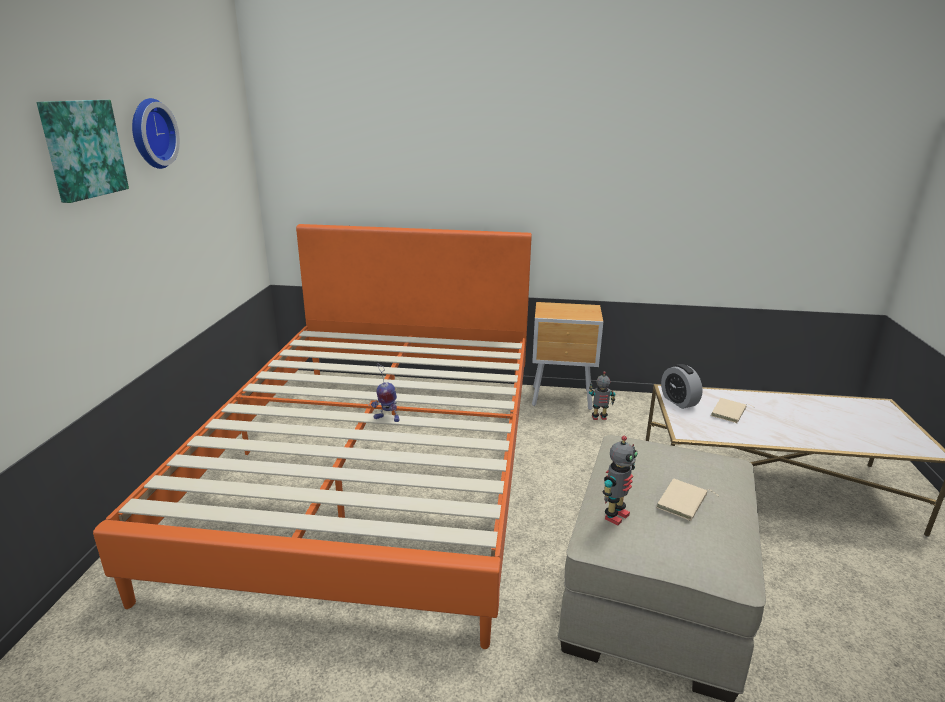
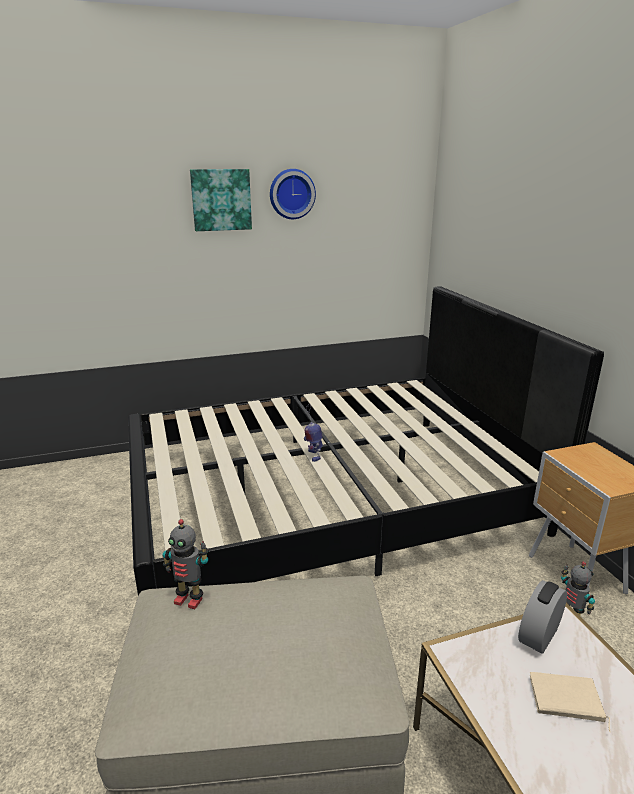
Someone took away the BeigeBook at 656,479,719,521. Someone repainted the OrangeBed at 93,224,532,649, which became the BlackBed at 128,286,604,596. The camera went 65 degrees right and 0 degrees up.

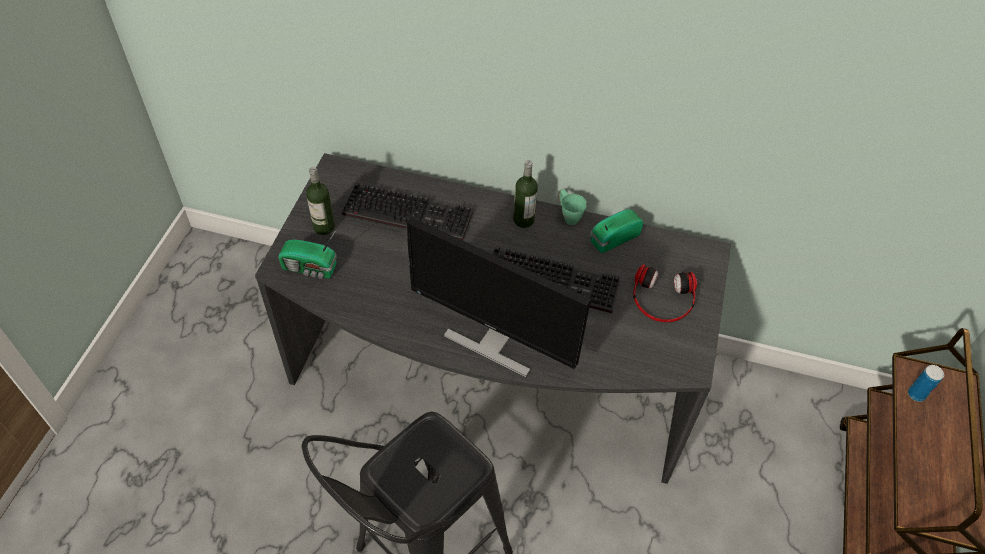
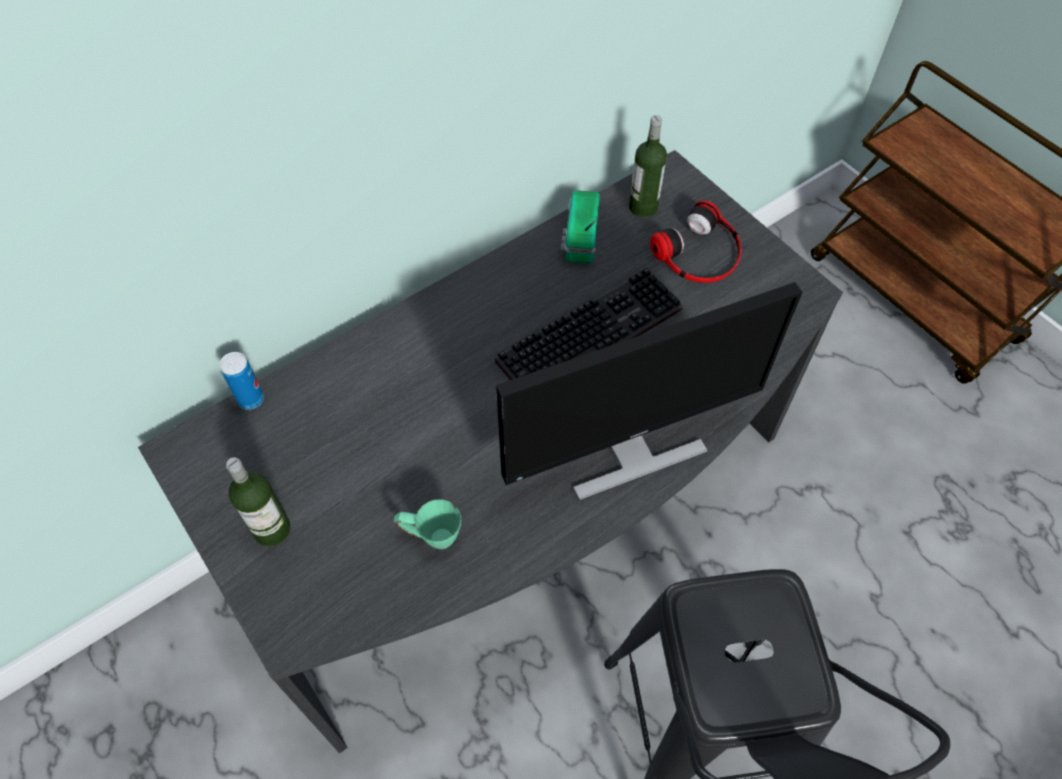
Someone took away the Radio at 278,232,337,279. Someone took away the Keyboard at 342,183,473,240. Someone carried the Bottle from 513,160,538,228 to 629,115,667,218. Someone carried the GreenMug from 558,189,587,225 to 394,499,461,549. Someone carried the Can from 908,365,944,402 to 219,352,264,410. The camera went 50 degrees left and 5 degrees up.

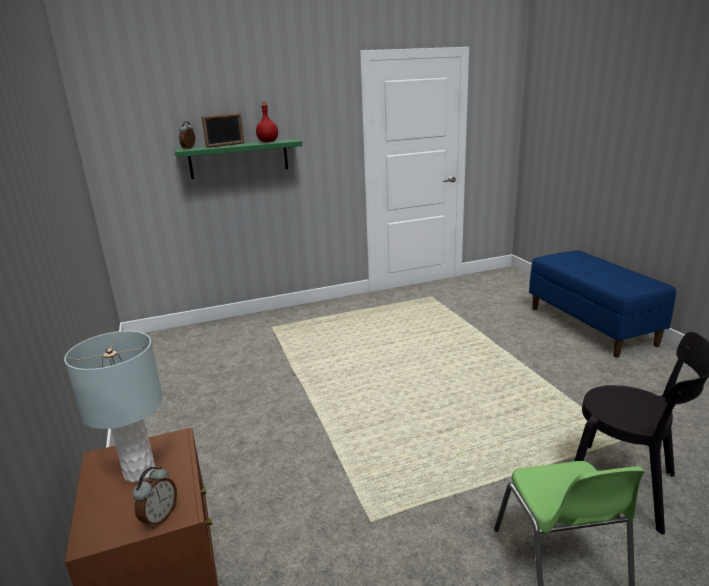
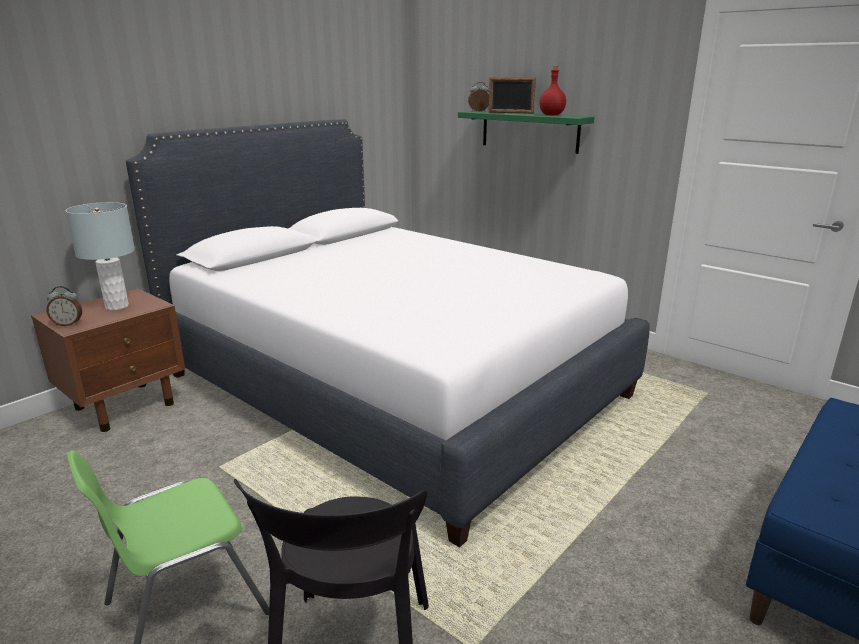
Someone put down the WhiteBed at 126,119,650,548. The camera went 60 degrees right and 0 degrees up.

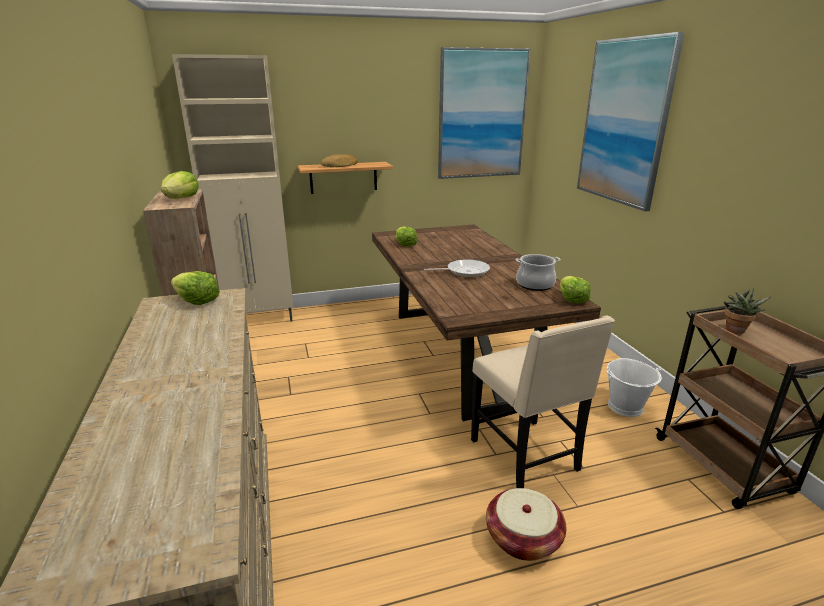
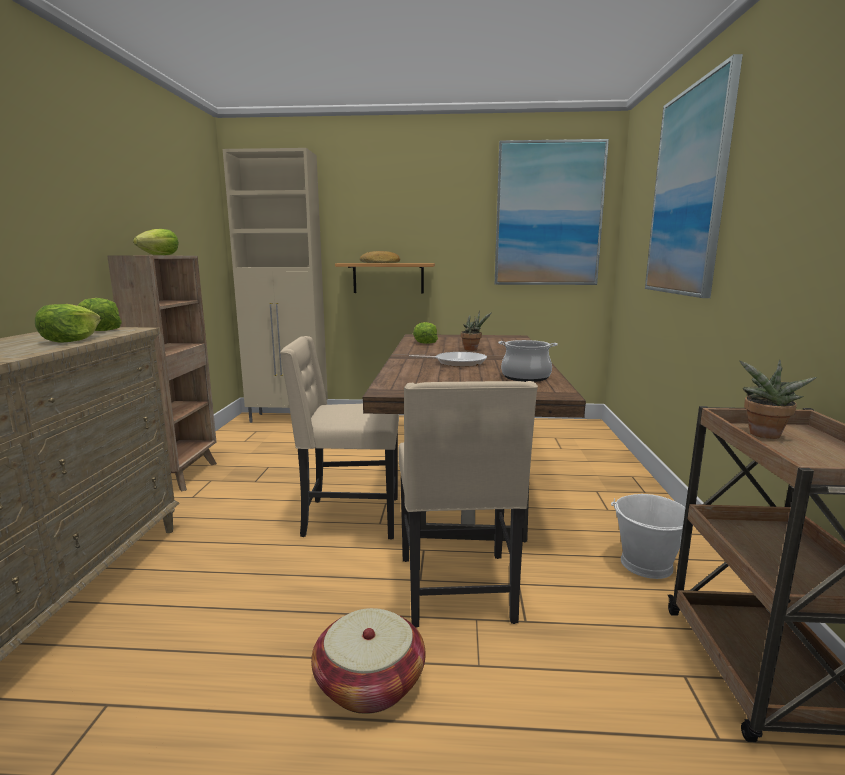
Someone put down the BeigeChair at 280,336,399,540. Someone put down the PottedPlant at 461,310,492,351. Someone carried the Lettuce from 560,276,591,303 to 35,304,101,343. The camera went 20 degrees right and 10 degrees down.

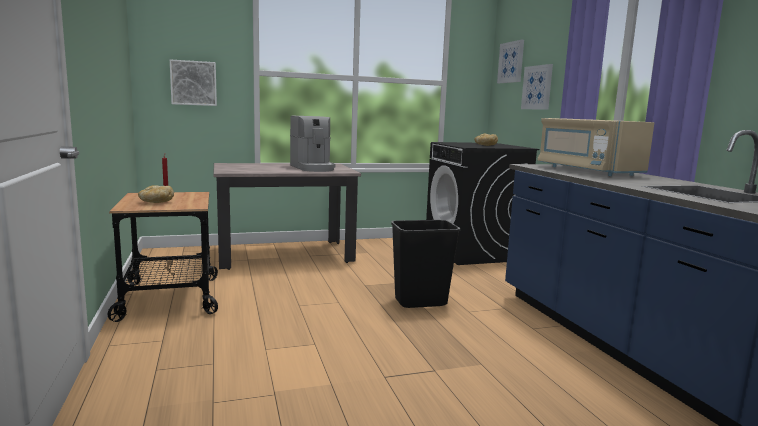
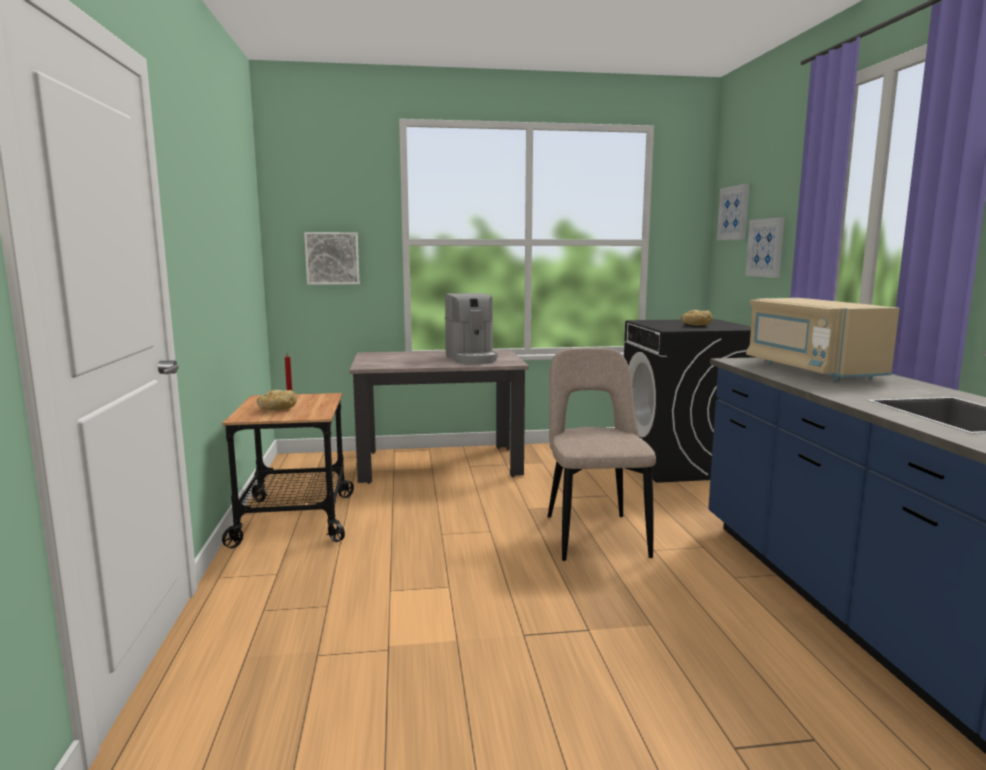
Someone swapped the BlackTrashCan at 391,220,460,308 for the BeigeChair at 548,348,656,561. The camera went 10 degrees right and 0 degrees up.

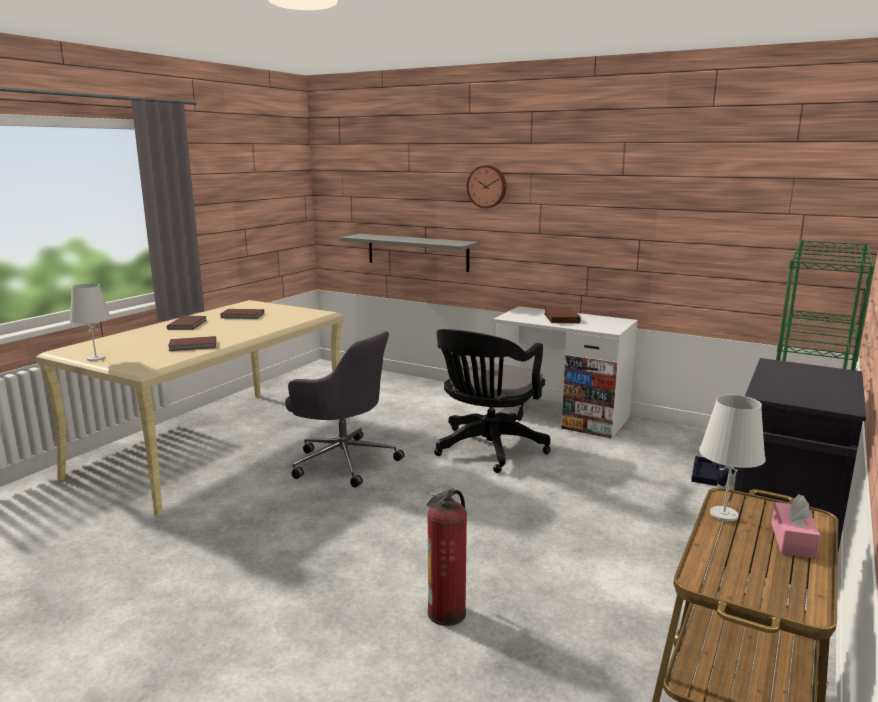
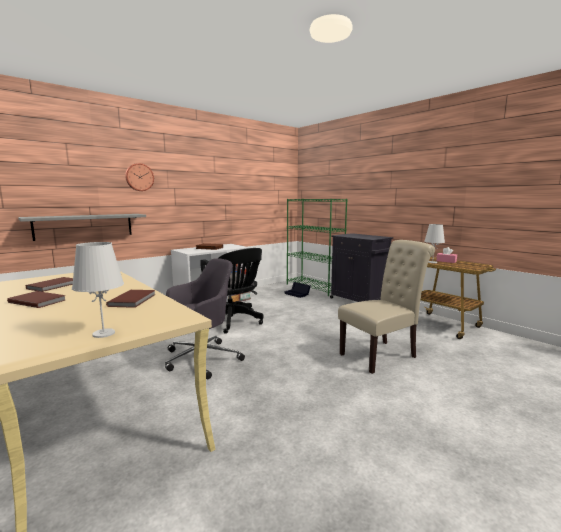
Someone swapped the FireExtinguisher at 426,485,467,626 for the BeigeChair at 338,240,435,374. The camera went 70 degrees left and 5 degrees down.

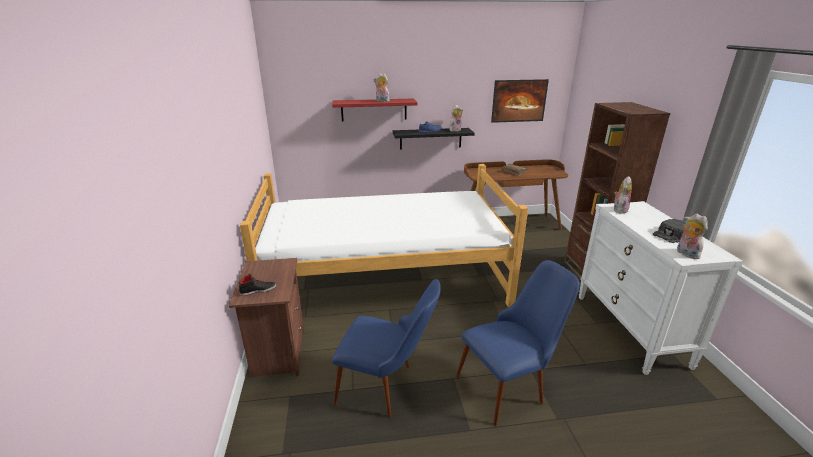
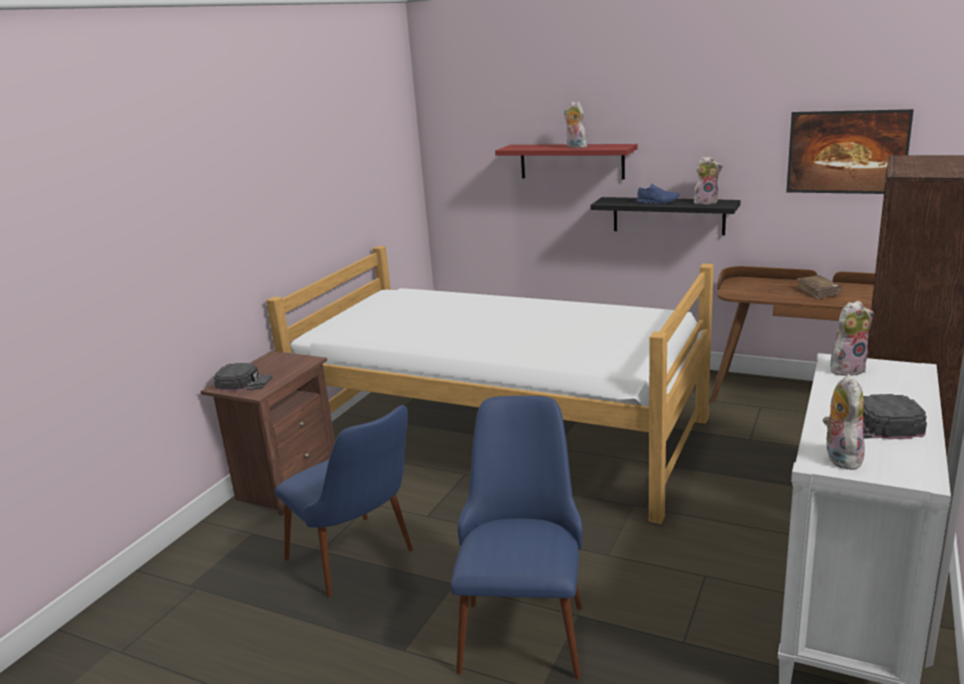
Someone swapped the BlackShoe at 239,273,276,296 for the BlackCap at 214,363,272,391. Someone rotated the BlueChair at 456,260,580,426 by 90 degrees counterclockwise. The camera went 35 degrees right and 5 degrees down.

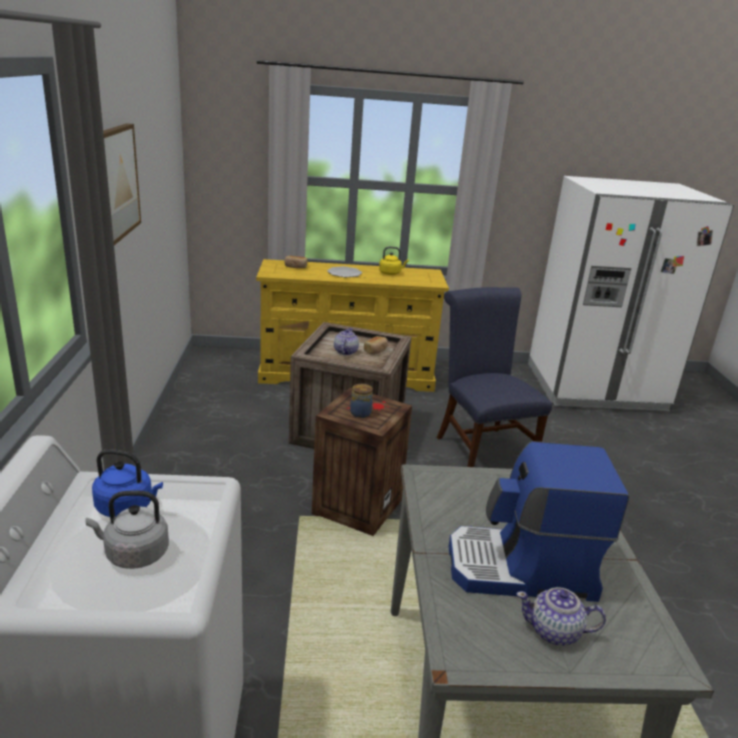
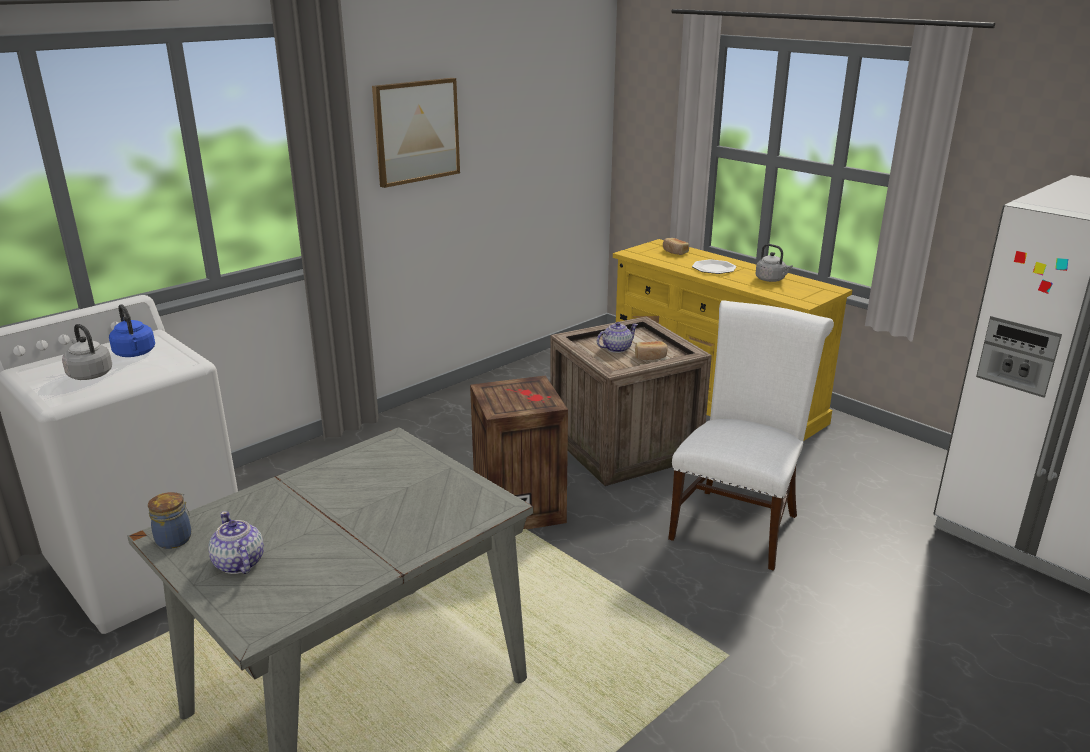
Someone took away the CoffeeMachine at 448,441,629,602. Someone carried the Jar from 350,384,373,418 to 148,492,191,549. Someone repainted the YellowKettle at 379,247,409,275, which became the GreyKettle at 756,244,793,282. Someone repainted the BlueChair at 437,287,552,467, which became the WhiteChair at 668,300,834,571. The camera went 50 degrees right and 0 degrees up.

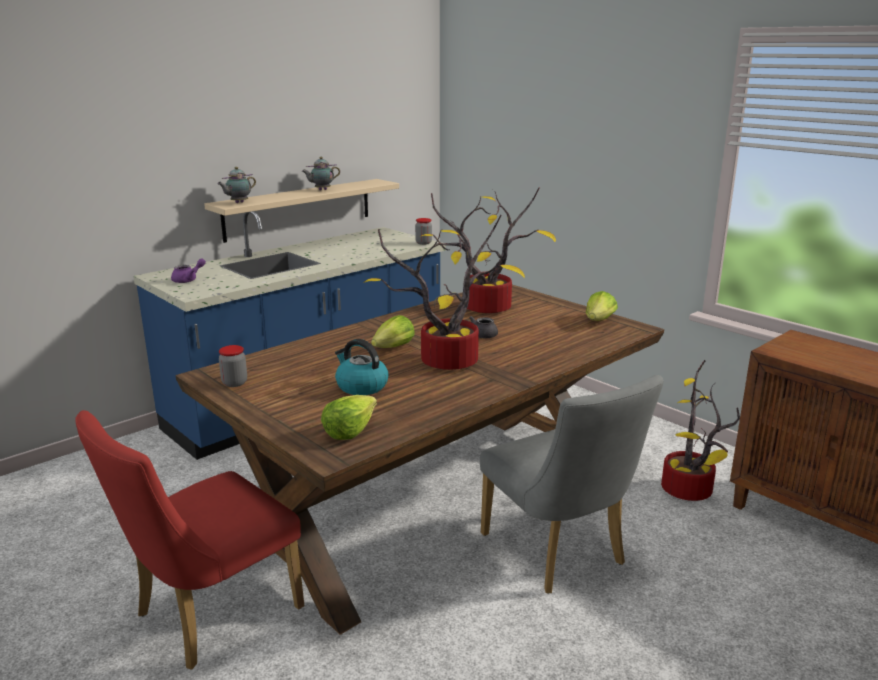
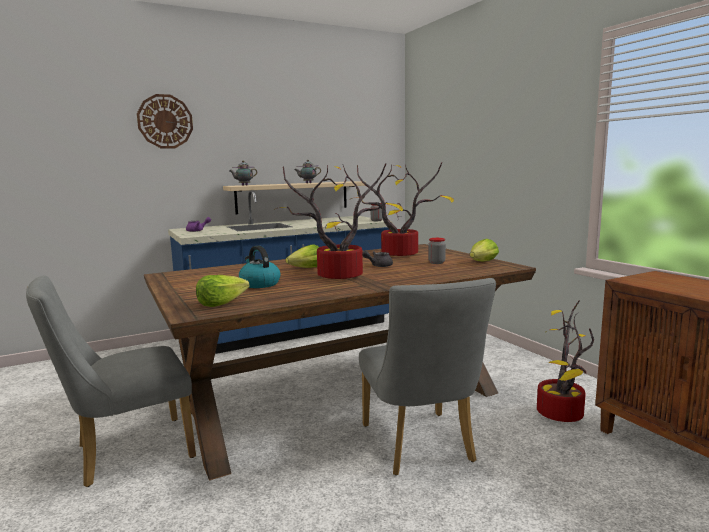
Someone put up the WallClock at 137,94,193,148. Someone carried the Jar from 219,345,247,387 to 428,238,446,264. Someone repainted the RedChair at 75,410,304,670, which became the GreyChair at 26,275,196,487. The camera went 15 degrees right and 10 degrees down.

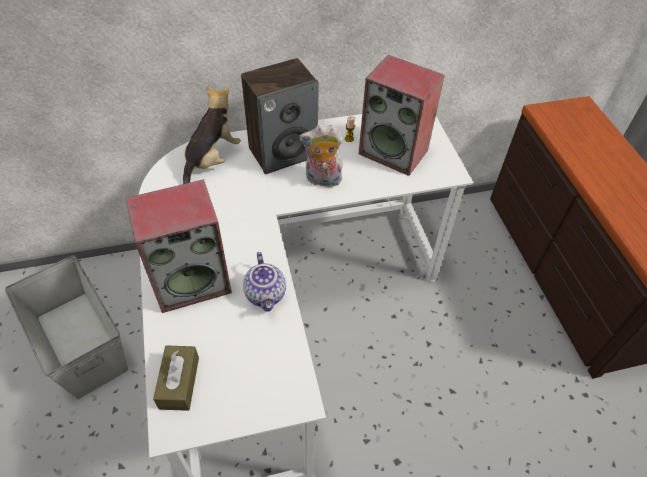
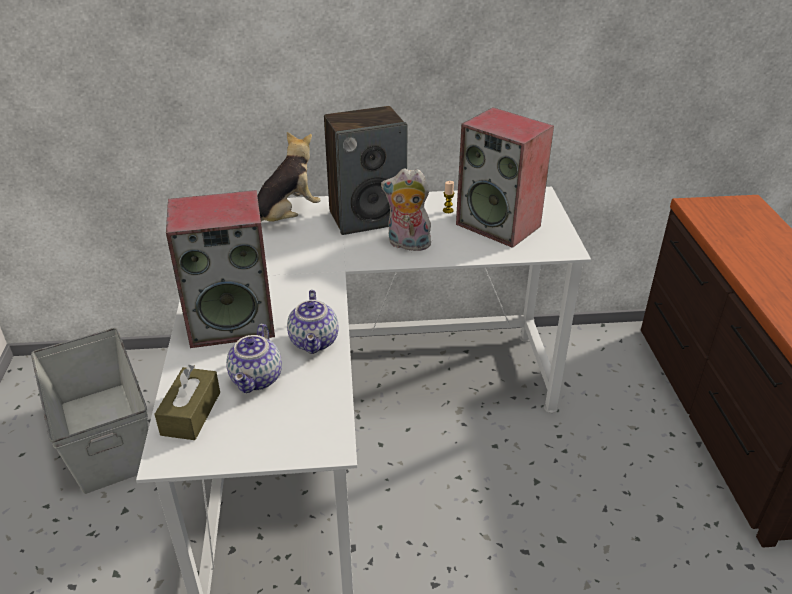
Someone put down the Teapot at 226,324,282,393. The camera went 10 degrees right and 15 degrees down.

